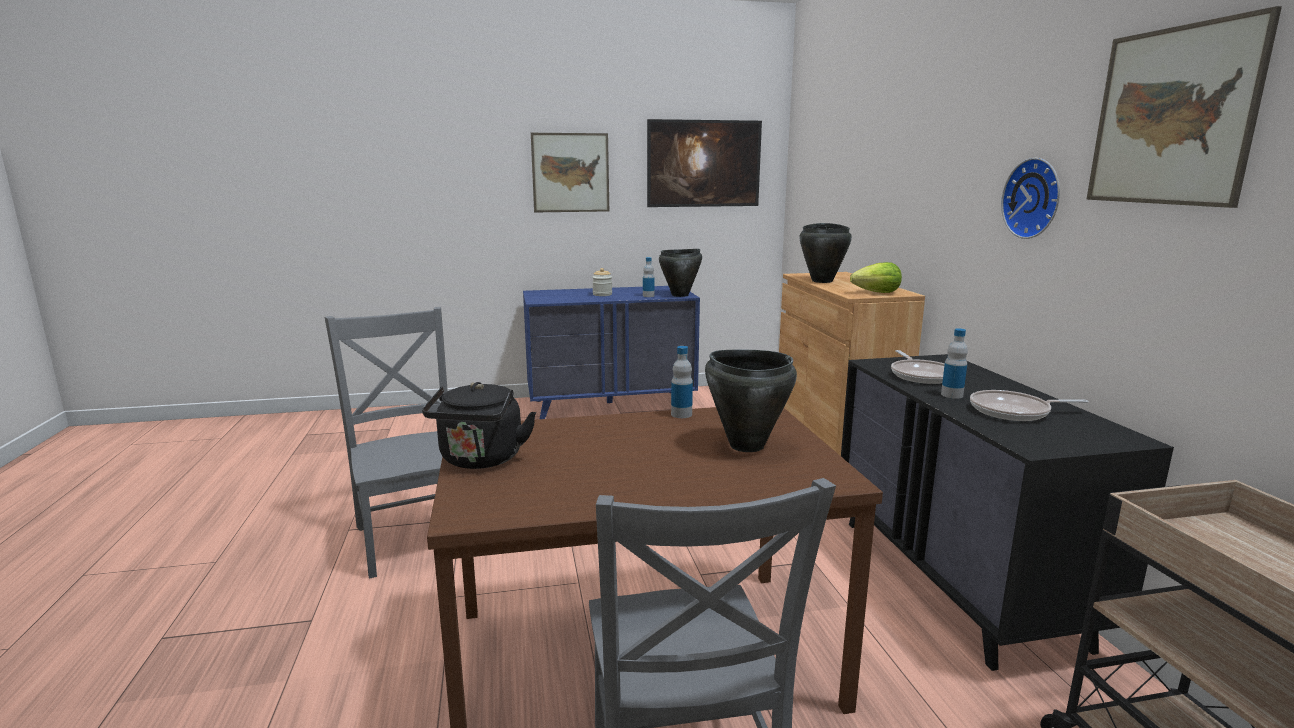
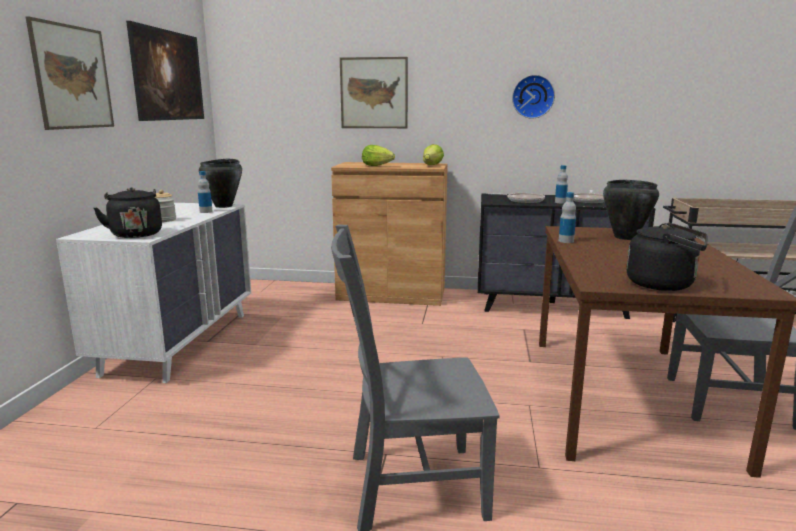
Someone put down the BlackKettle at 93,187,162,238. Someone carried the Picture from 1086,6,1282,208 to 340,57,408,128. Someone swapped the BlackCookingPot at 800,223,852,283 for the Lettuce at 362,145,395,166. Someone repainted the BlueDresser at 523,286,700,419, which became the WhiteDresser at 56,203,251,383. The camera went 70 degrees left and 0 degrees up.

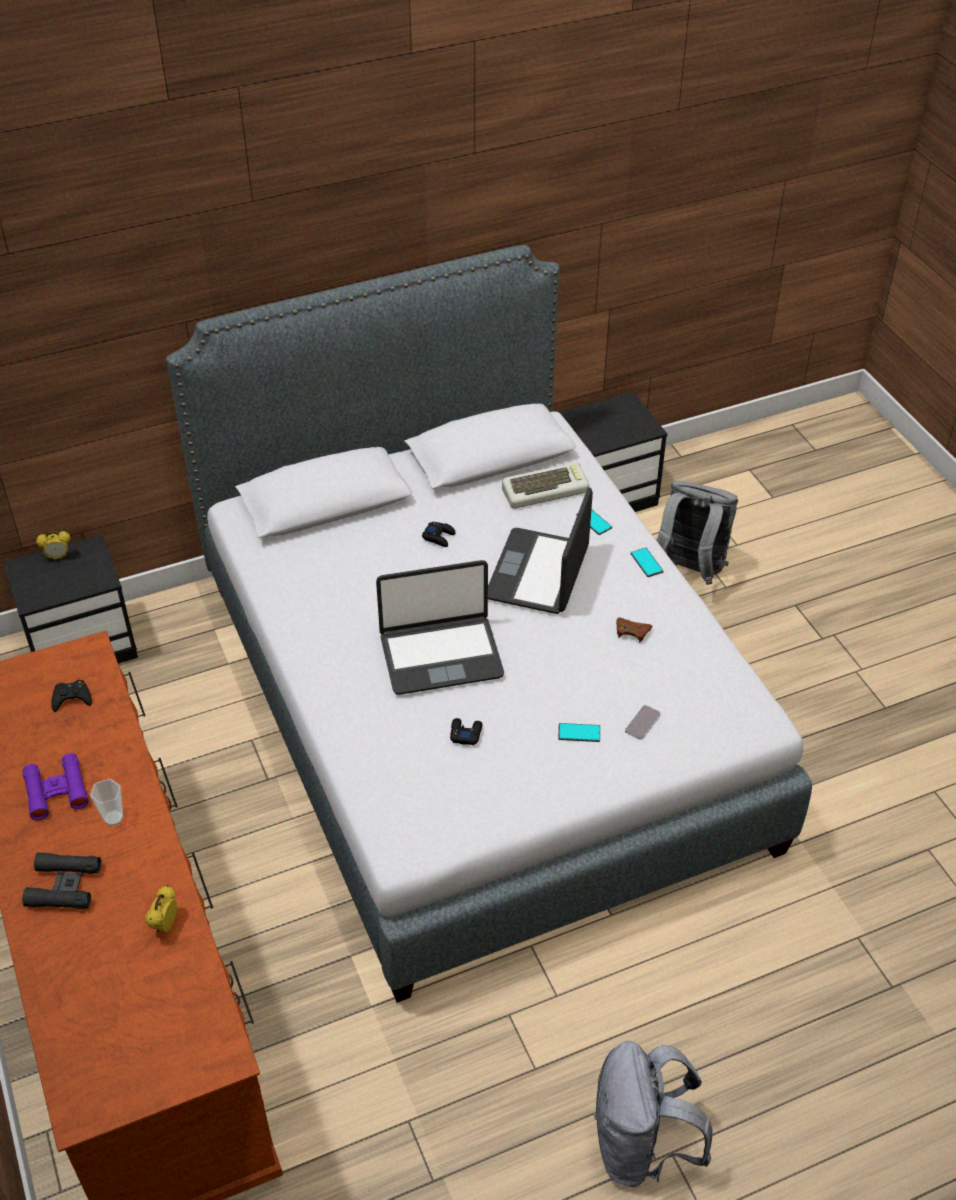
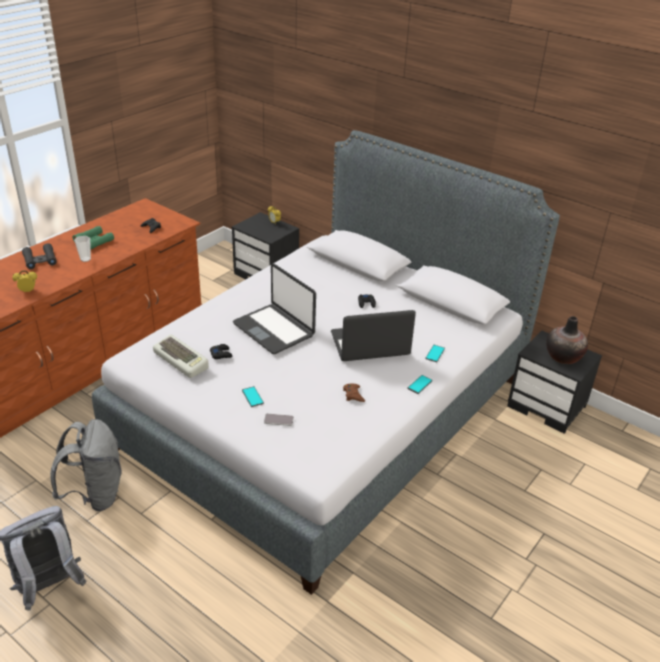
Someone put down the Vase at 546,316,588,364. Someone carried the Keyboard from 502,462,589,509 to 153,335,209,378. Someone carried the GreyBackpack from 657,481,738,585 to 50,419,122,511. Someone repainted the PurpleBinoculars at 23,753,89,820, which became the GreenBinoculars at 73,226,114,249. The camera went 60 degrees right and 10 degrees down.

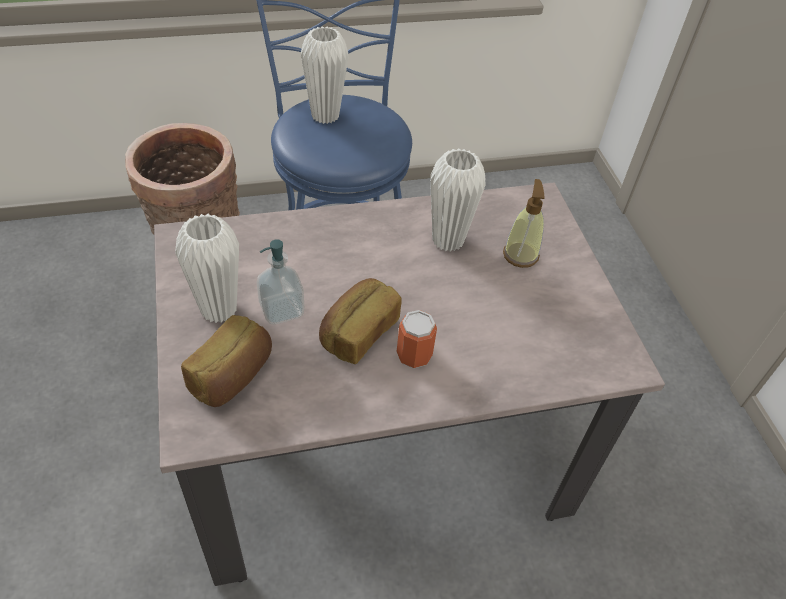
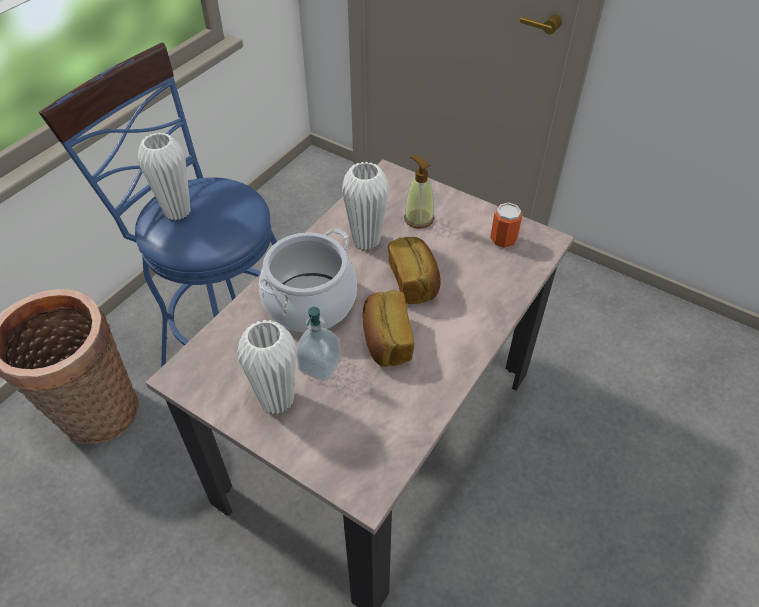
Someone put down the CookingPot at 258,229,357,332. Someone carried the Bread from 181,315,272,407 to 388,237,441,304. Someone carried the Can from 397,310,437,369 to 490,202,522,248. The camera went 40 degrees left and 0 degrees up.

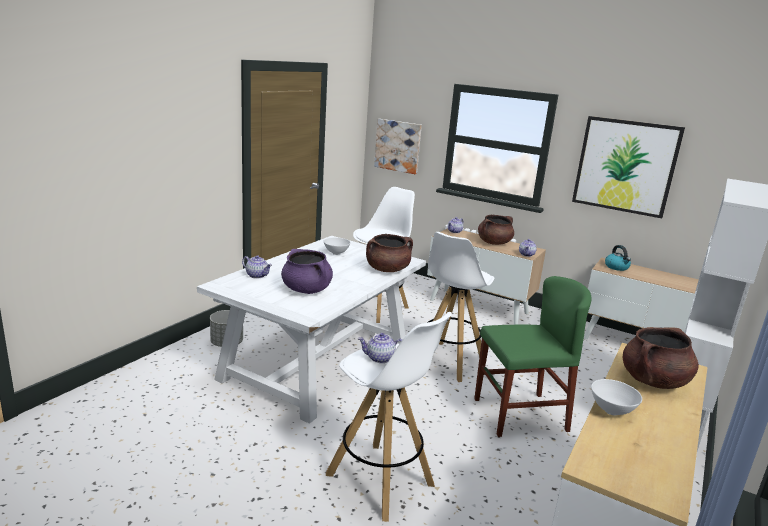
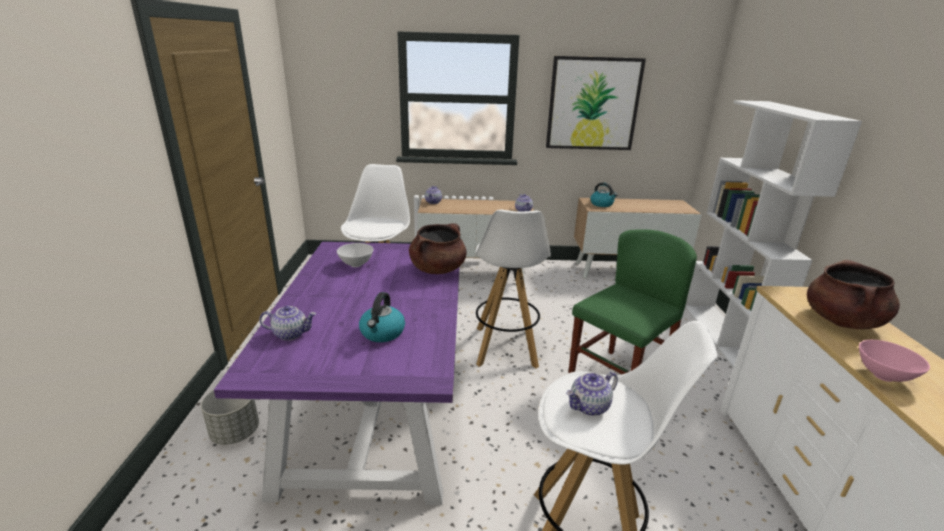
Someone took away the Picture at 374,119,422,174. Someone took away the BrownCookingPot at 478,215,514,245. Someone swapped the PurpleCookingPot at 281,249,333,294 for the Kettle at 359,292,405,342. Someone repainted the WhiteDiningTable at 197,236,426,424, which became the PurpleDiningTable at 214,242,459,505. Someone repainted the WhiteBowl at 591,379,642,415, which became the PinkBowl at 859,340,930,382. The camera went 30 degrees left and 5 degrees up.

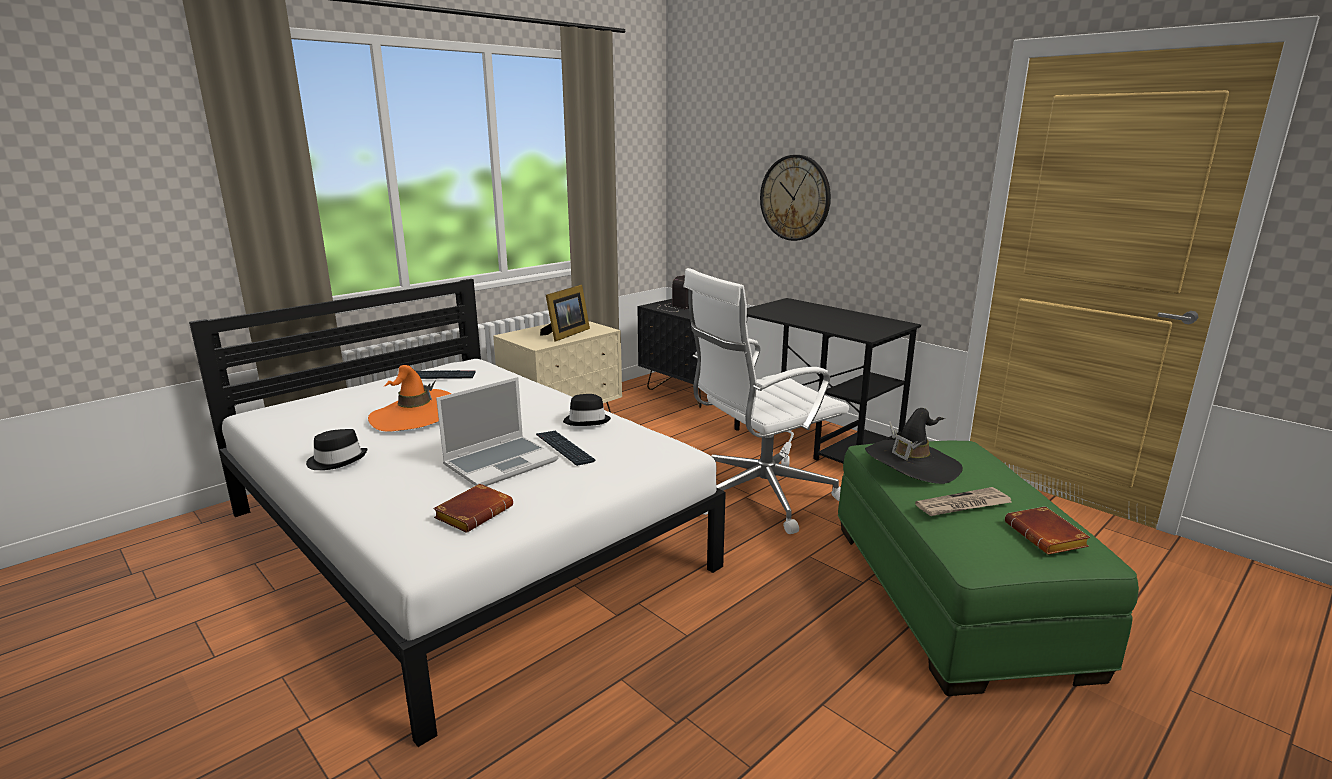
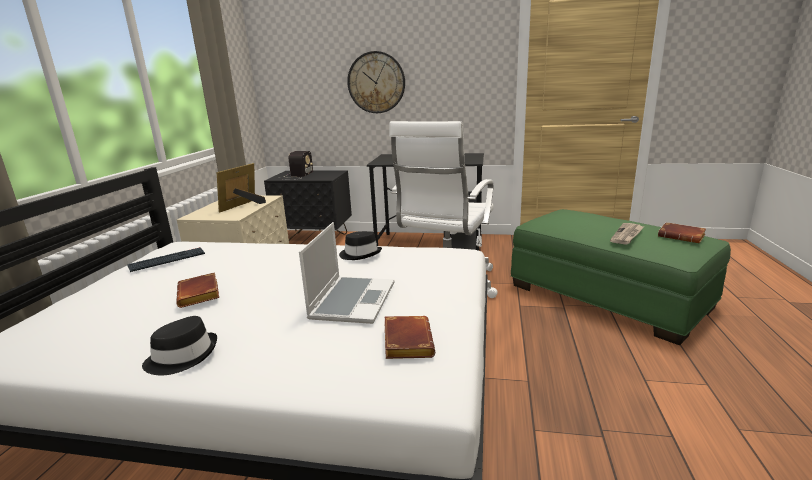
Someone took away the Keyboard at 536,431,595,466. Someone took away the BlackHat at 865,408,963,484. Someone swapped the OrangeHat at 368,365,451,431 for the BrownBook at 176,272,219,308. Someone rotated the PictureFrame at 540,285,590,342 by 150 degrees counterclockwise. The camera went 35 degrees left and 0 degrees up.

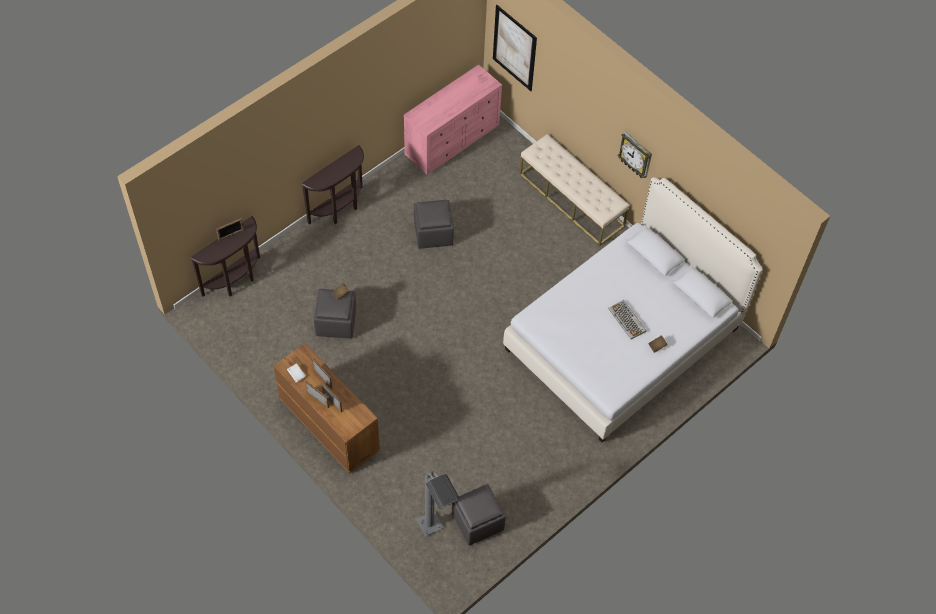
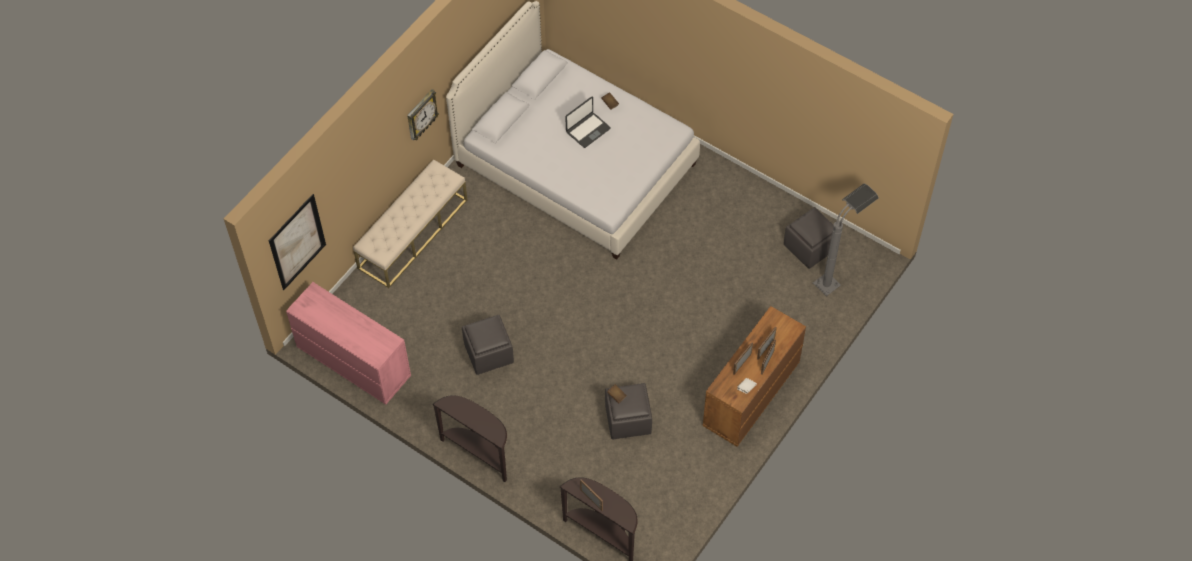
Someone swapped the Keyboard at 608,300,646,339 for the Laptop at 565,97,611,148. The camera went 100 degrees left and 0 degrees up.

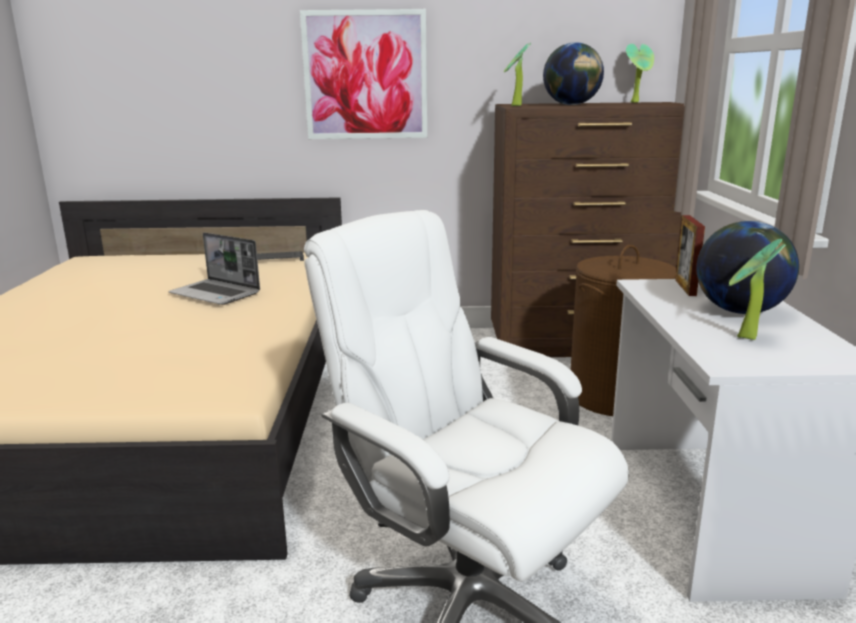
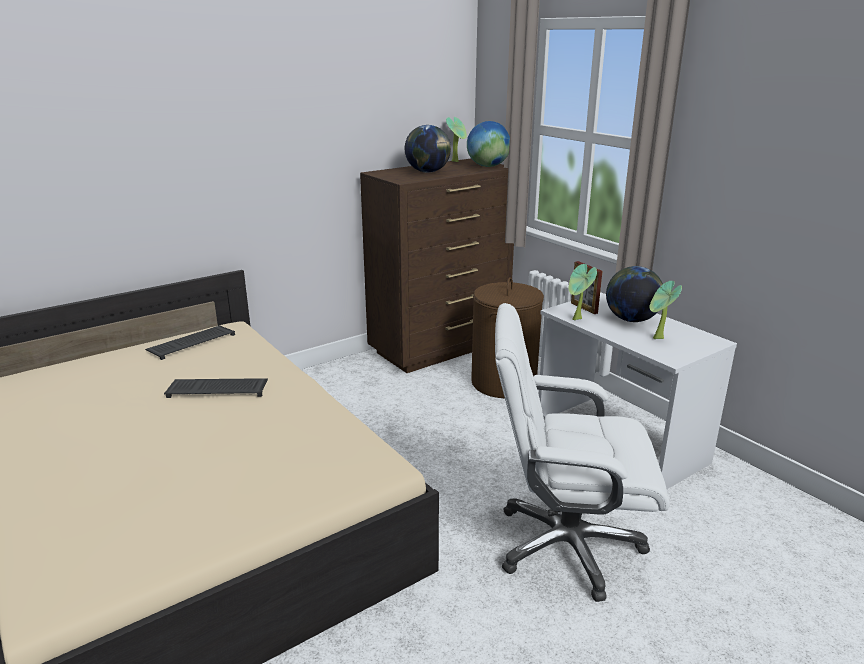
Someone took away the Picture at 300,9,427,139. Someone put down the Globe at 467,121,510,167. Someone carried the PottedPlant from 504,43,531,106 to 569,264,597,320. Someone swapped the Laptop at 168,232,260,305 for the Keyboard at 164,378,268,398. The camera went 35 degrees left and 5 degrees up.

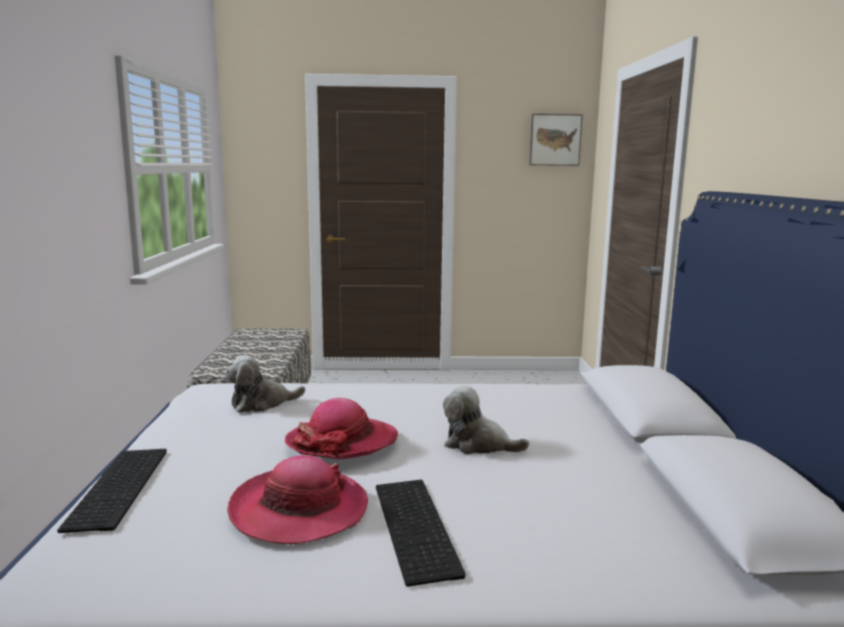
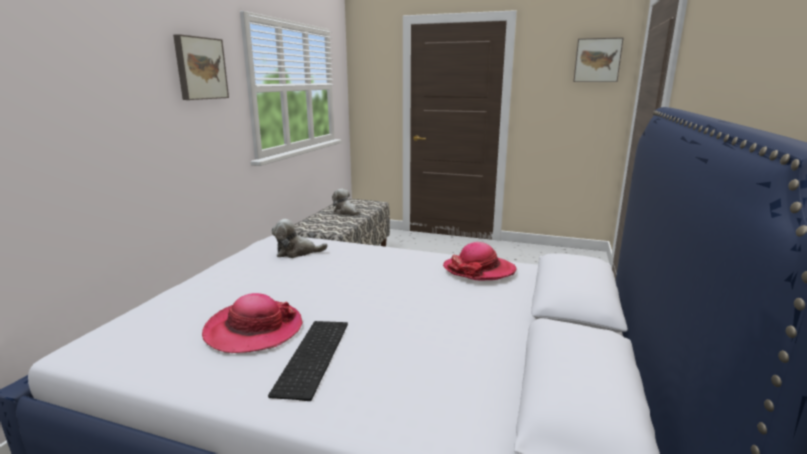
Someone took away the Keyboard at 57,449,167,533. Someone put up the Picture at 173,34,229,100. Someone carried the Hat from 285,398,398,459 to 443,242,516,280. Someone carried the PlushToy from 443,385,529,454 to 332,189,361,216. The camera went 20 degrees right and 5 degrees up.

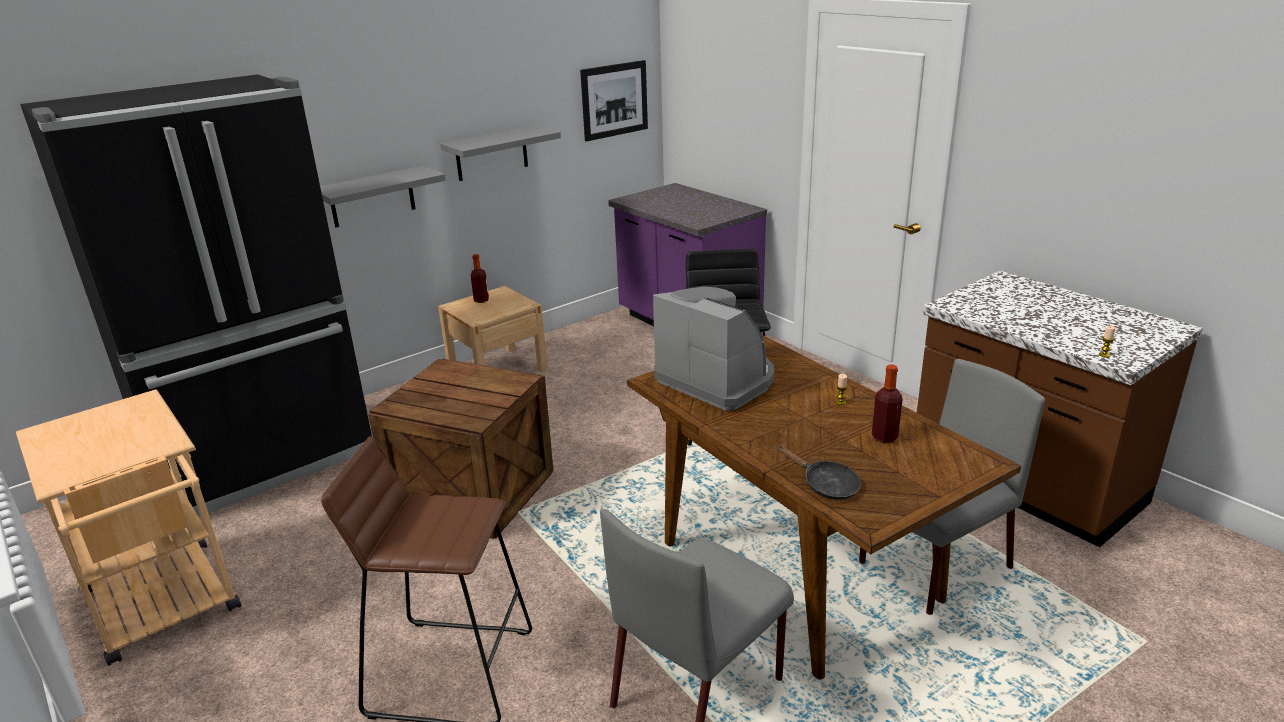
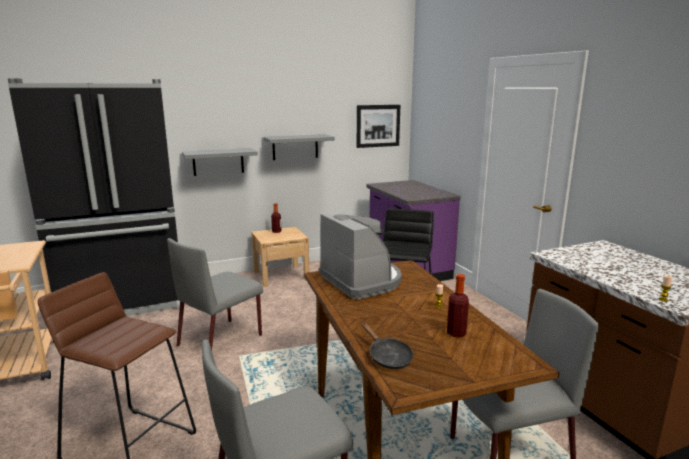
Someone swapped the Crate at 368,359,553,539 for the GreyChair at 167,238,263,350. The camera went 15 degrees right and 10 degrees down.

